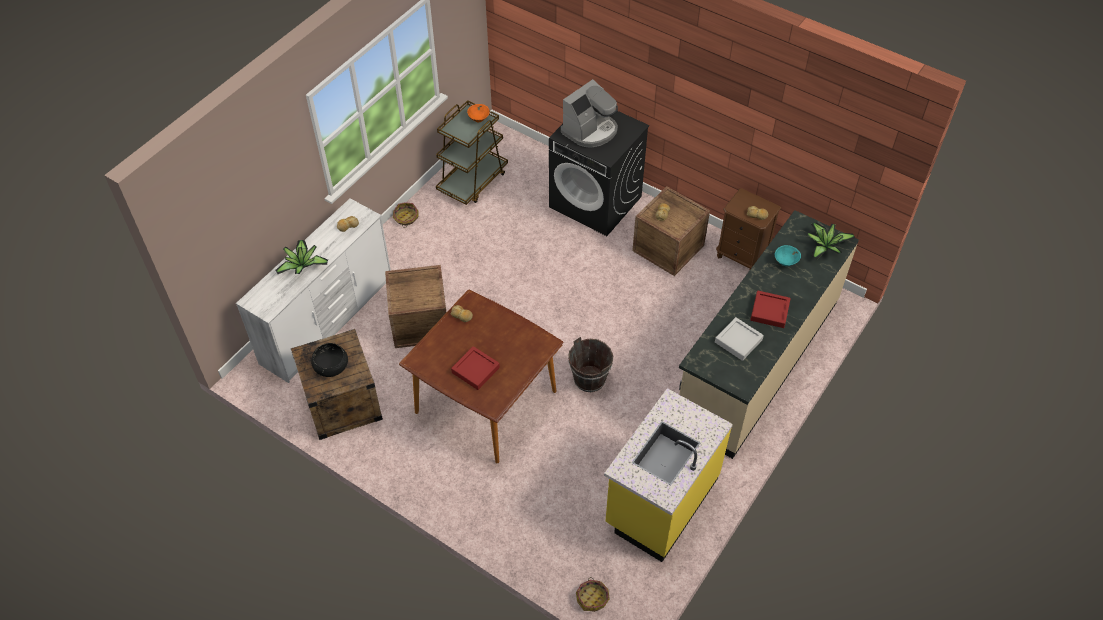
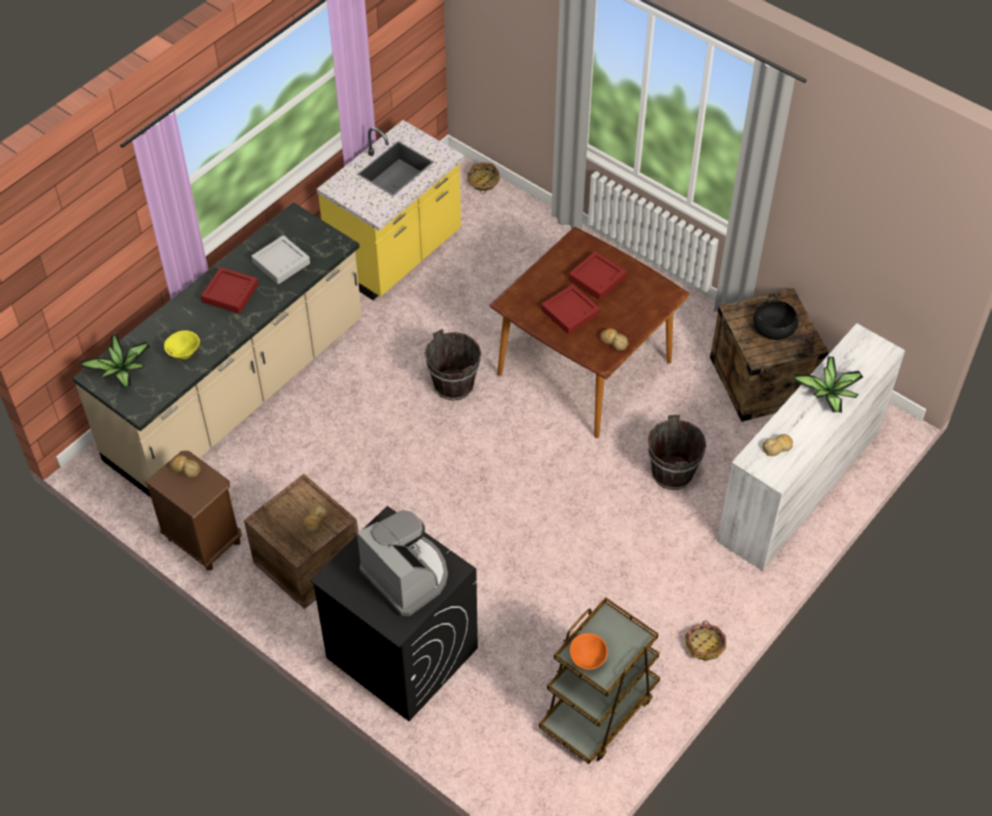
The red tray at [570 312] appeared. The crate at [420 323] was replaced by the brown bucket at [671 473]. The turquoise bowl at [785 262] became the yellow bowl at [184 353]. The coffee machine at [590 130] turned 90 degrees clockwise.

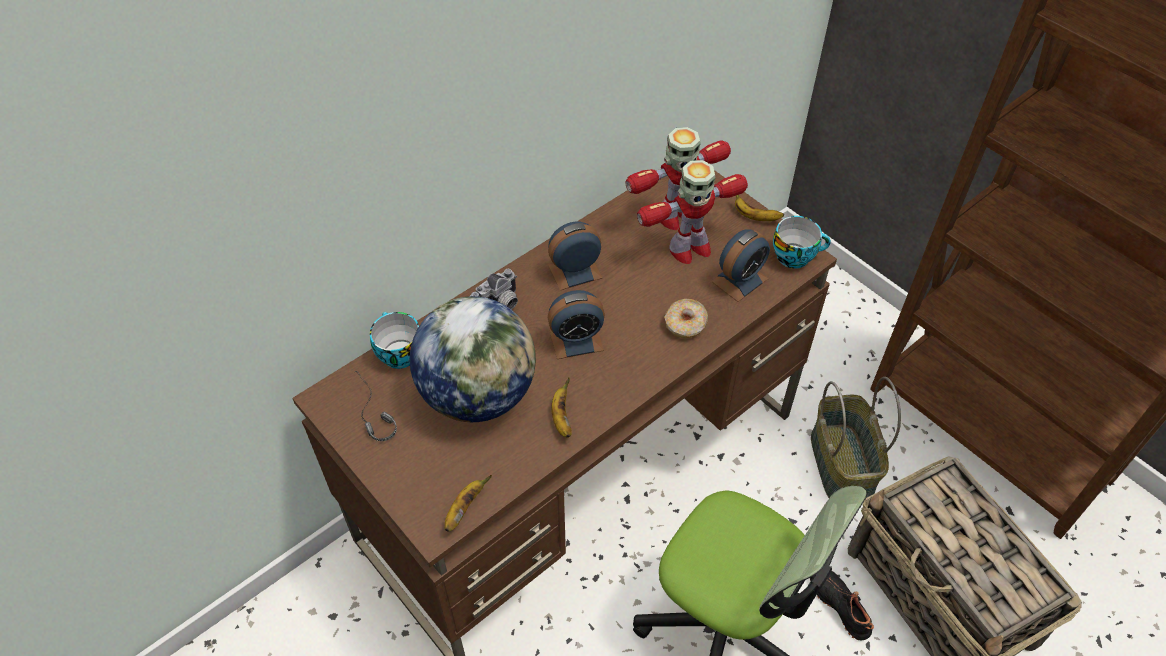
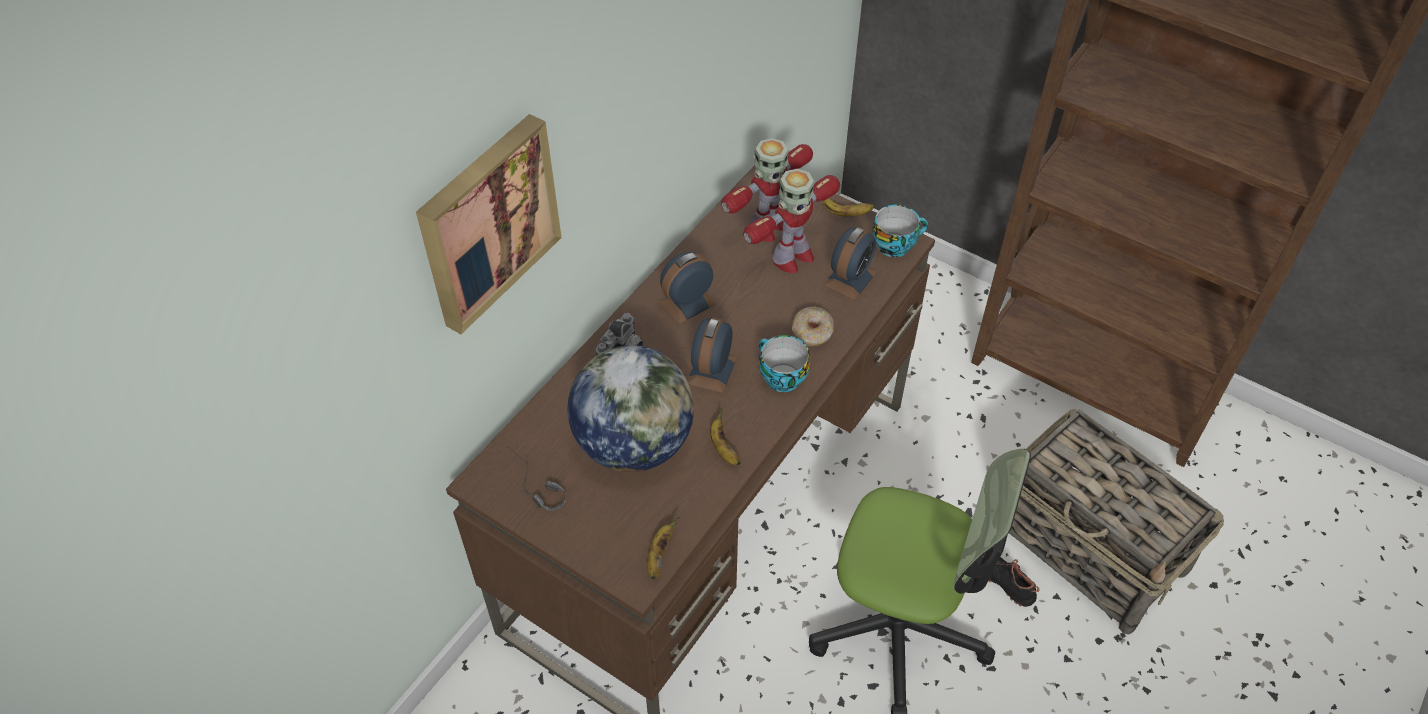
The basket at [843 465] disappeared. The picture at [486 221] appeared. The cup moved from [397 353] to [780 377]. The alarm clock at [576 340] turned 135 degrees clockwise.

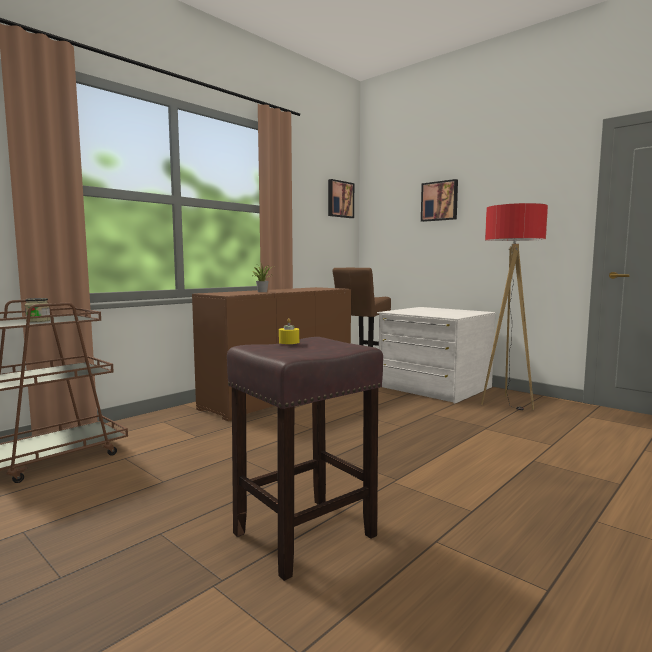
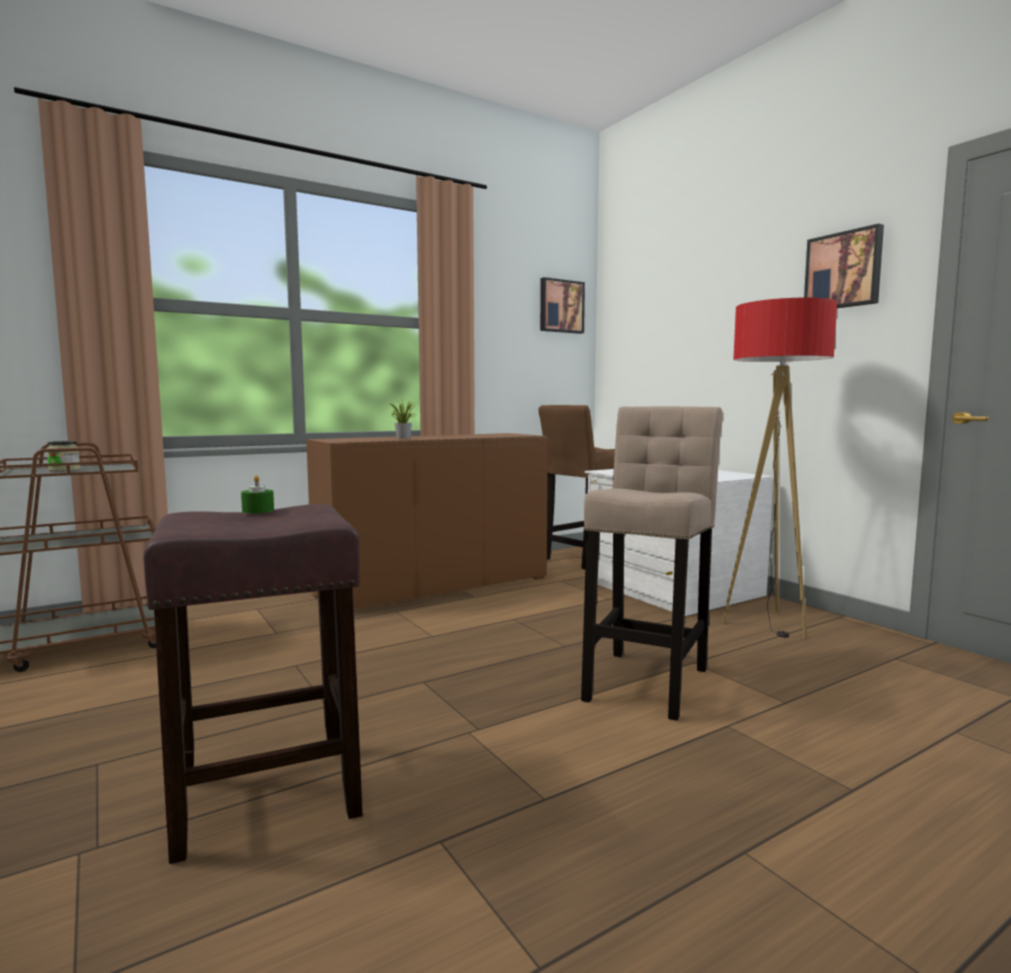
The beige stool at [648 680] appeared. The picture moved from [440 201] to [844 270]. The yellow candle at [289 342] became the green candle at [258 510].

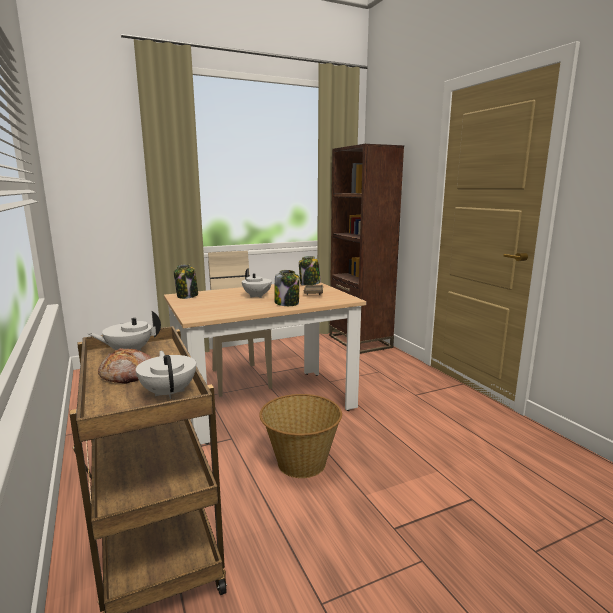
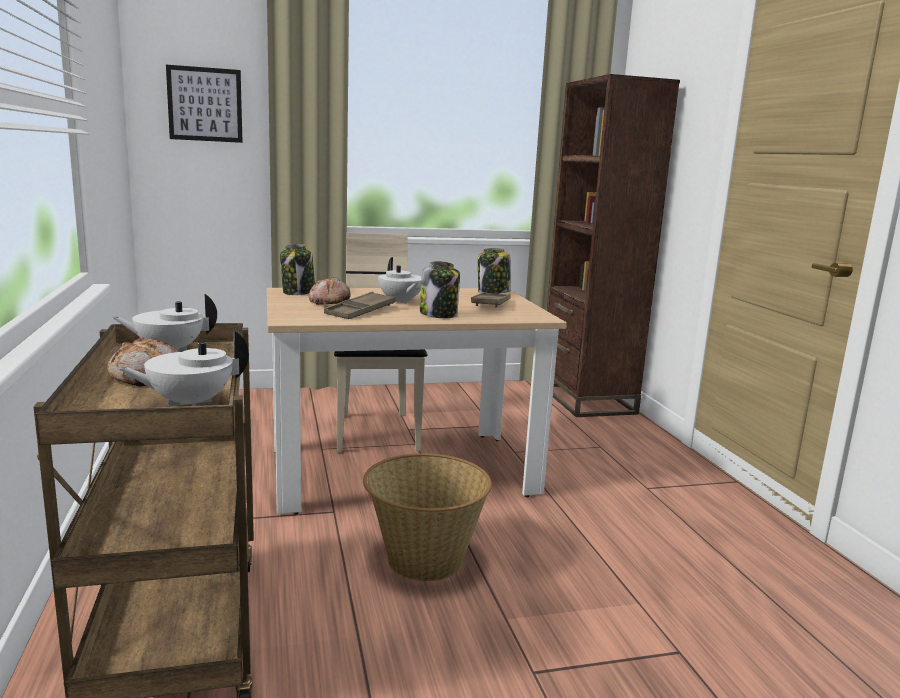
The picture at [205 104] appeared. The bread at [328 302] appeared. The brown tray at [360 311] appeared. The white teapot at [169 392] turned 105 degrees counterclockwise.

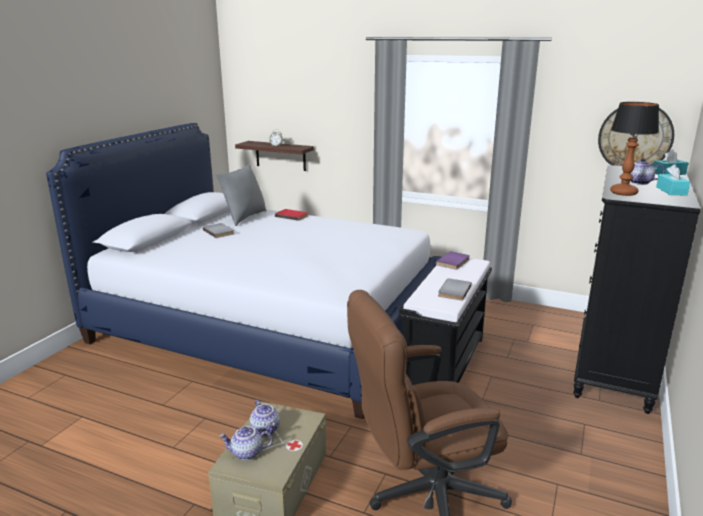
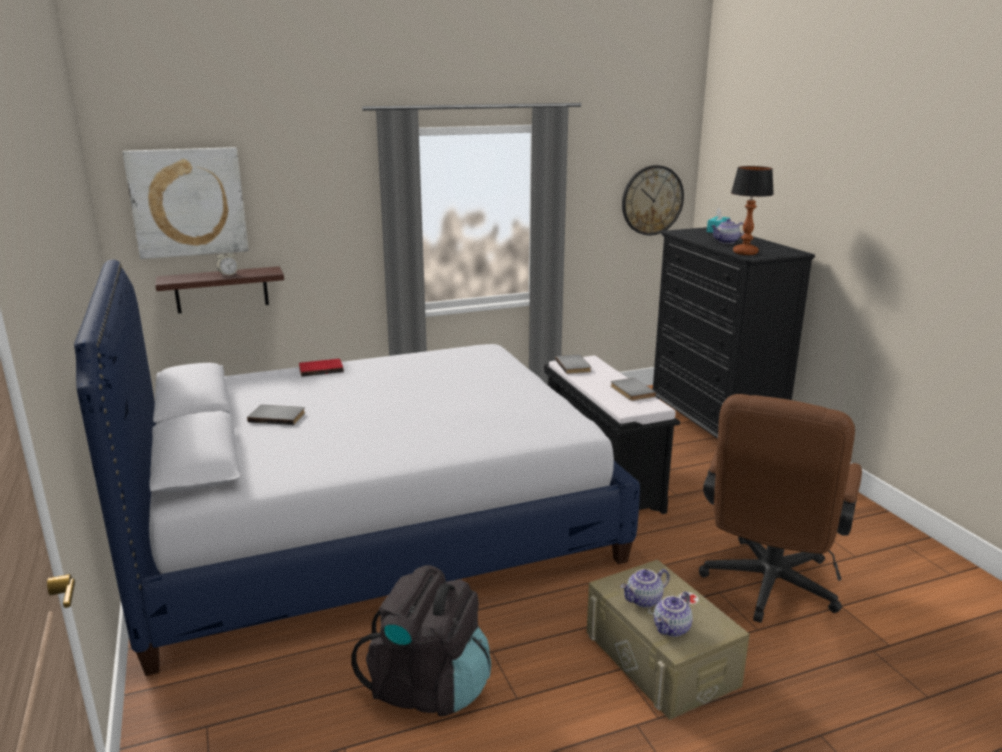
The grey pillow at [244 217] disappeared. The turquoise tissue box at [671 191] disappeared. The picture at [188 202] appeared. The black backpack at [428 687] appeared. The purple book at [454 262] became the grey book at [574 366]. The teapot at [266 429] turned 135 degrees clockwise.

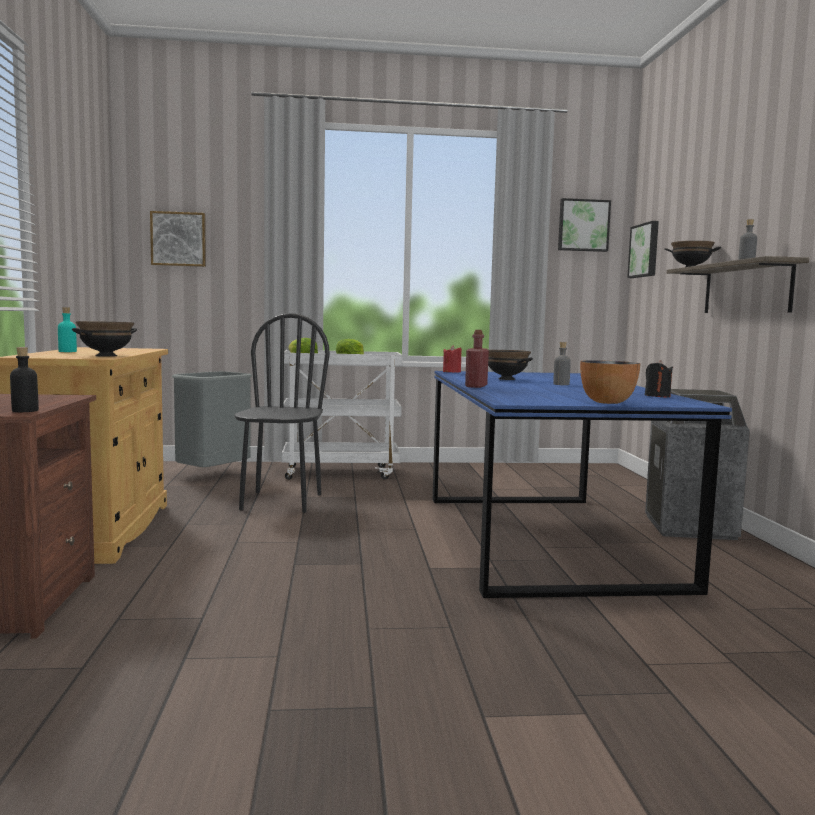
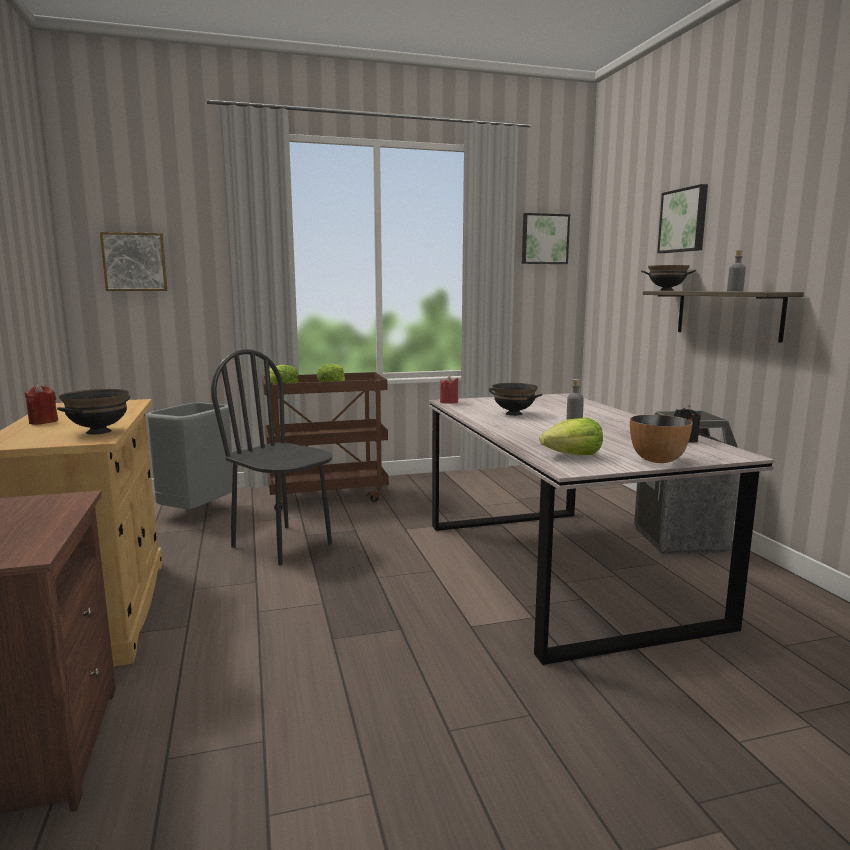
The black bottle at [25 410] disappeared. The red bottle at [476 386] disappeared. The lettuce at [573 455] appeared. The picture moved from [645 250] to [684 220]. The turquoise bottle at [67 351] was replaced by the red candle at [43 422]. The white cart at [341 472] became the brown cart at [328 496]. The blue dining table at [541 538] became the grey dining table at [556 569]. The black chair at [281 502] turned 45 degrees counterclockwise.

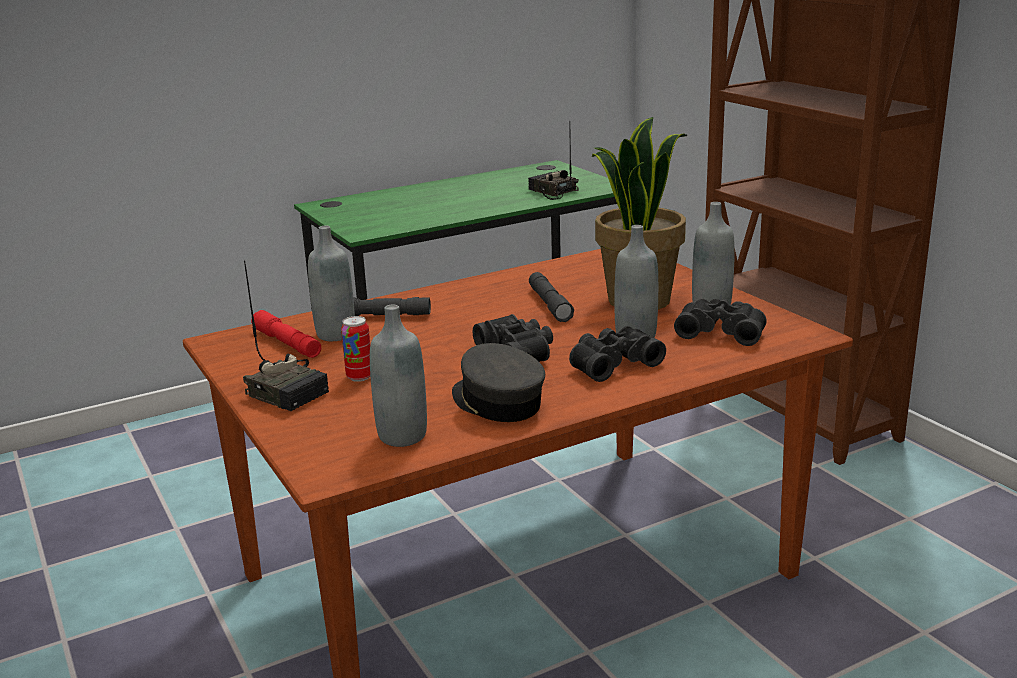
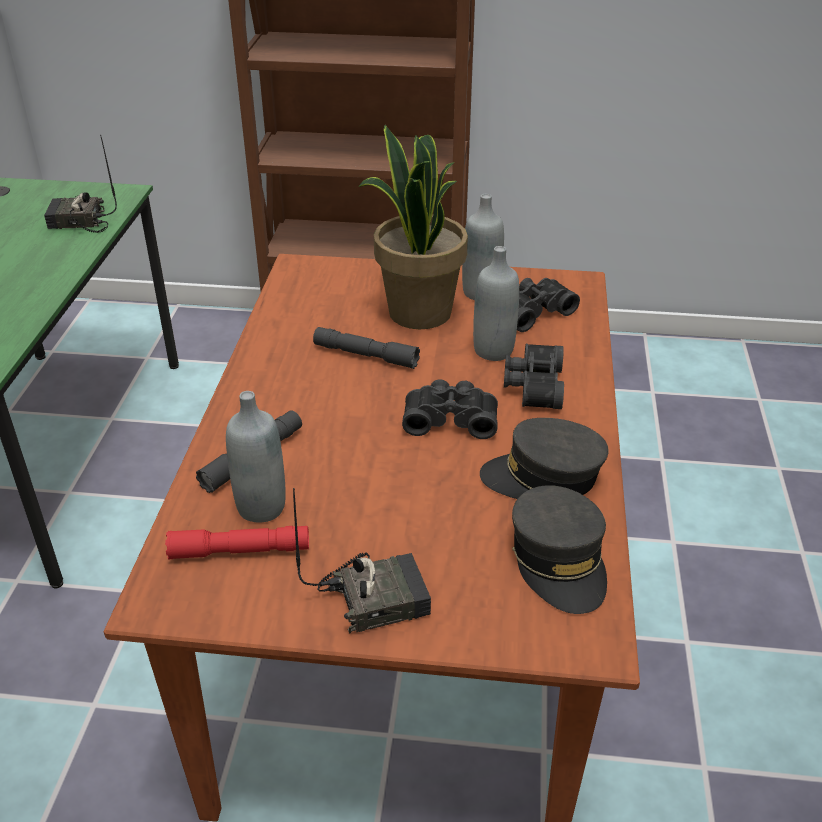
The can at [359 377] disappeared. The grey bottle at [402 436] was replaced by the grey cap at [559 561].

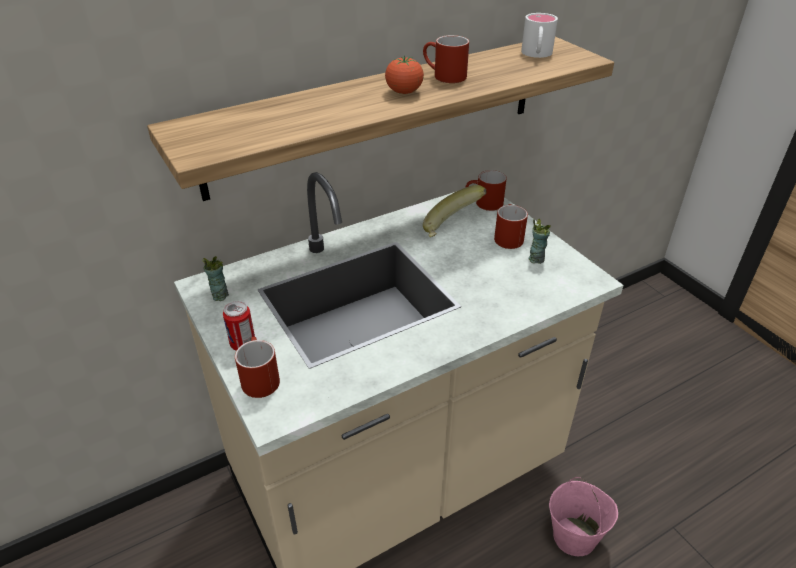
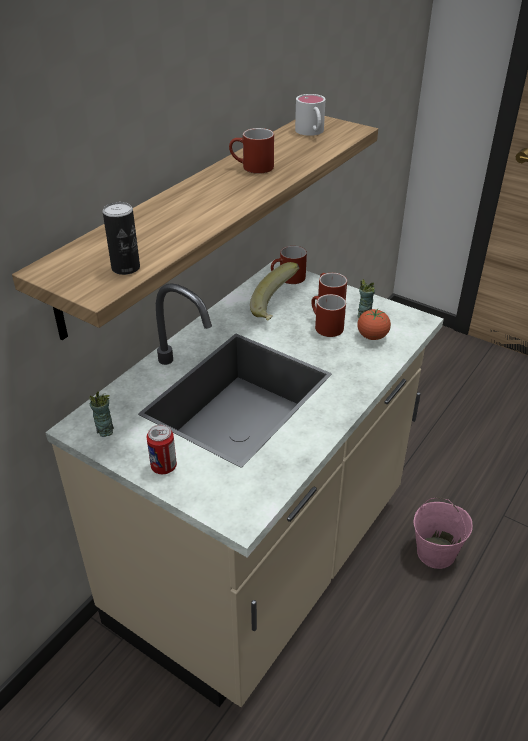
The can at [125 268] appeared. The red mug moved from [258 378] to [324 326]. The tomato moved from [404 92] to [372 336].

